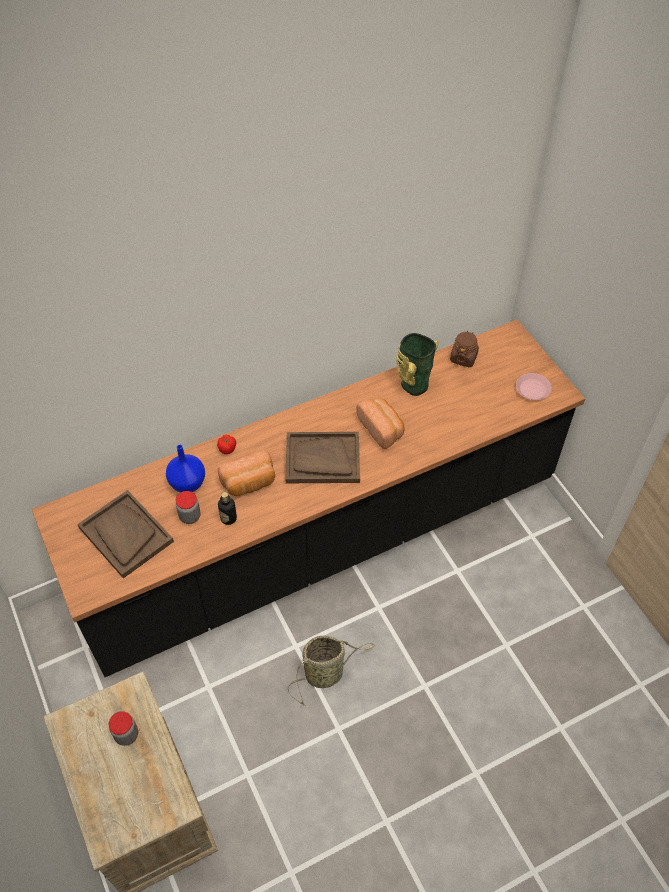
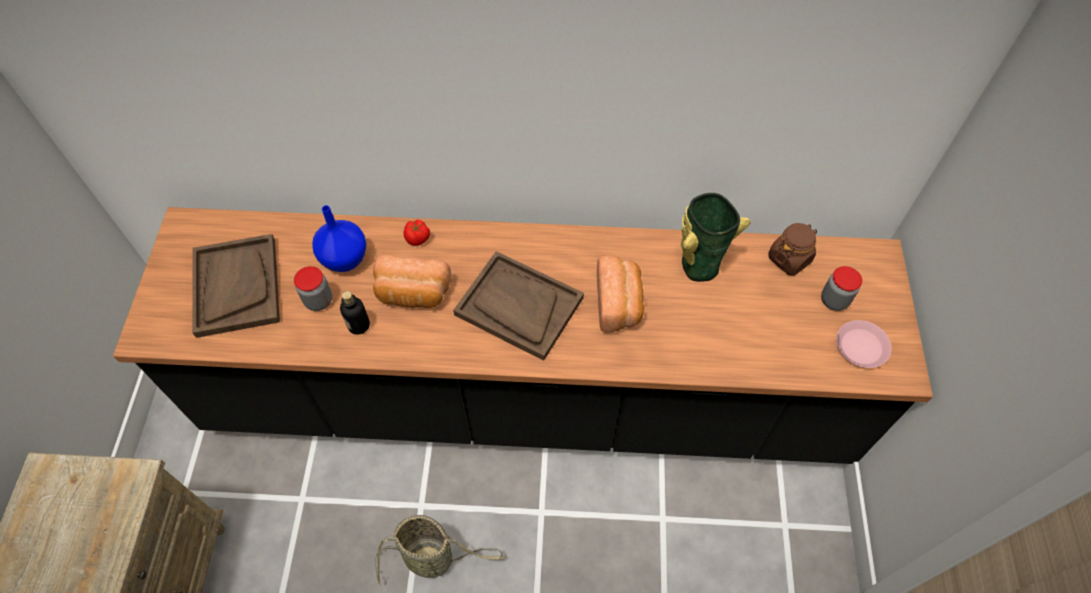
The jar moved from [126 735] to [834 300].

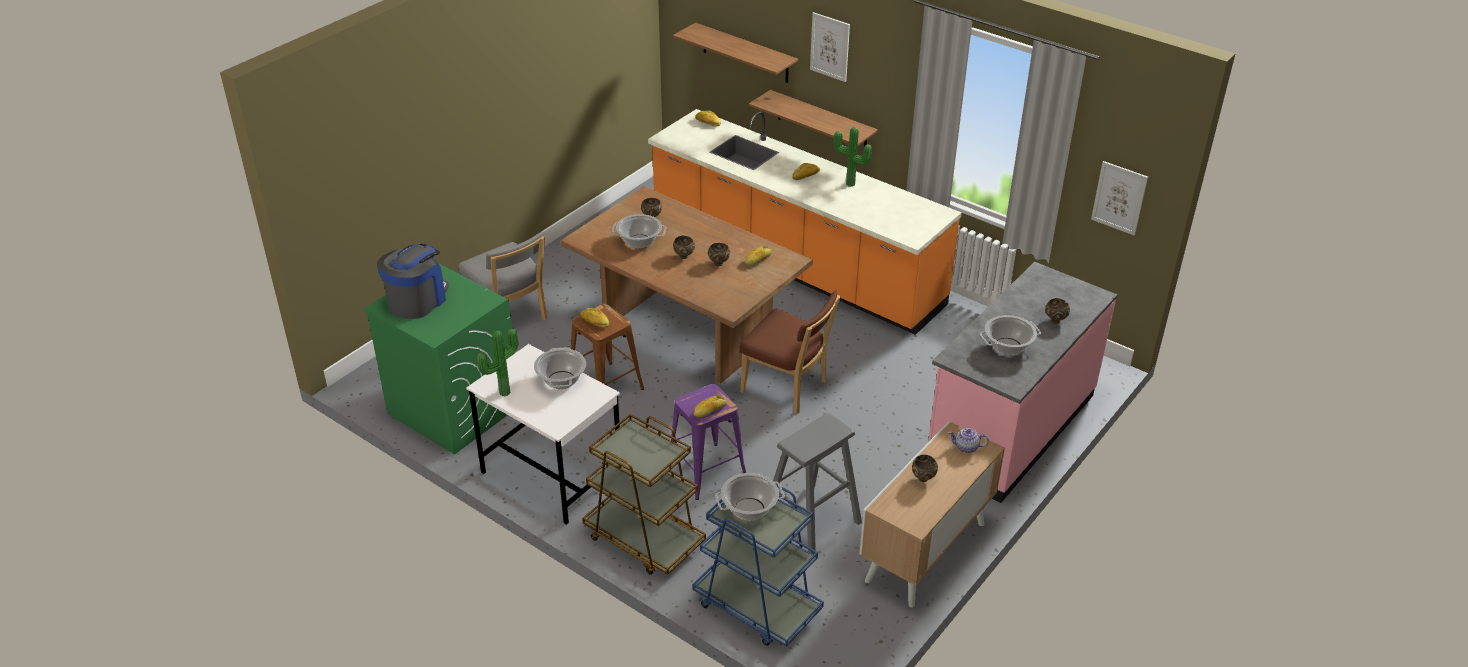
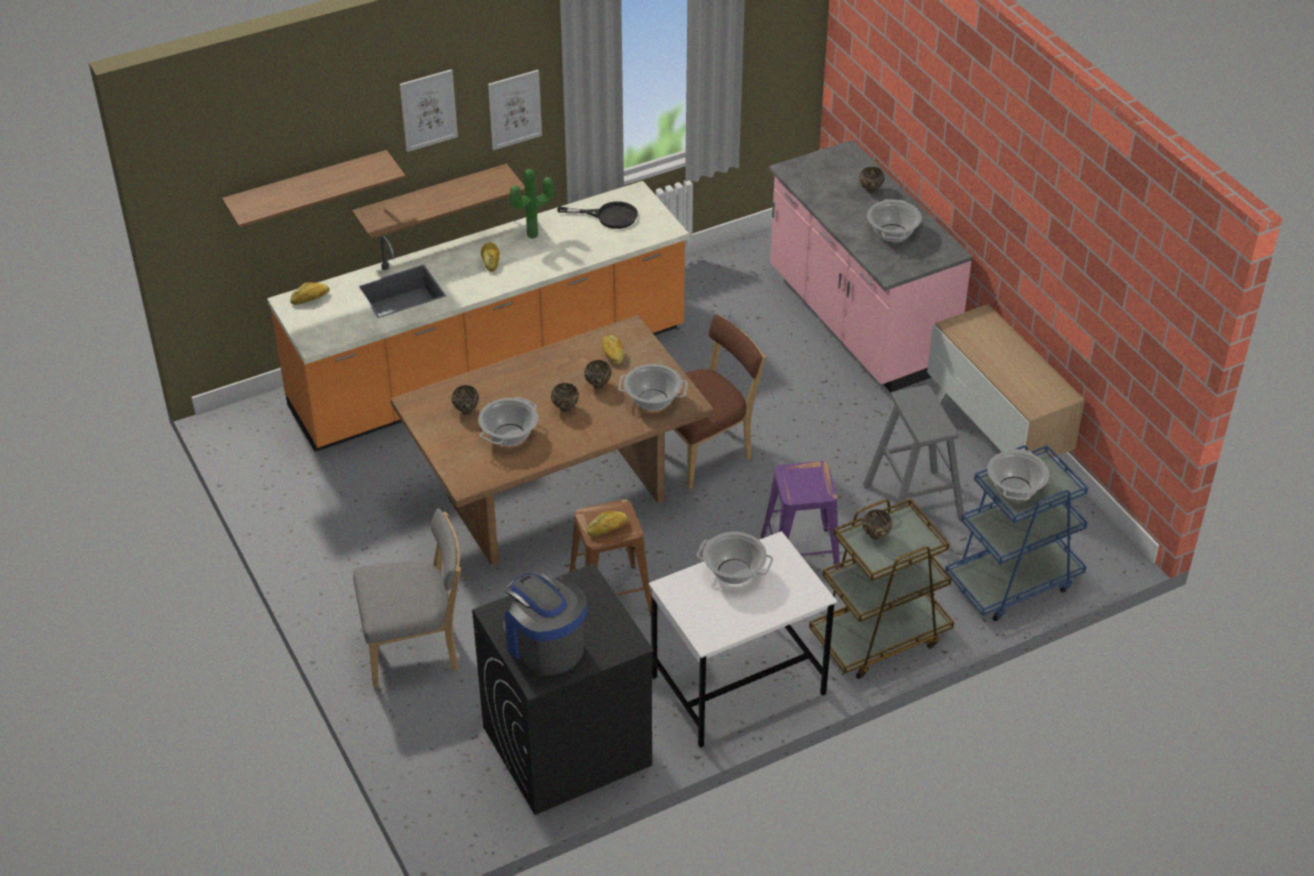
The potted plant at [503 392] disappeared. The bread at [710 411] disappeared. The teapot at [966 447] disappeared. The black frying pan at [609 216] appeared. The cooking pot at [653 400] appeared. The brown bowl moved from [923 479] to [876 536]. The picture moved from [1119 198] to [515 109]. The green washing machine at [453 409] became the black washing machine at [566 747].

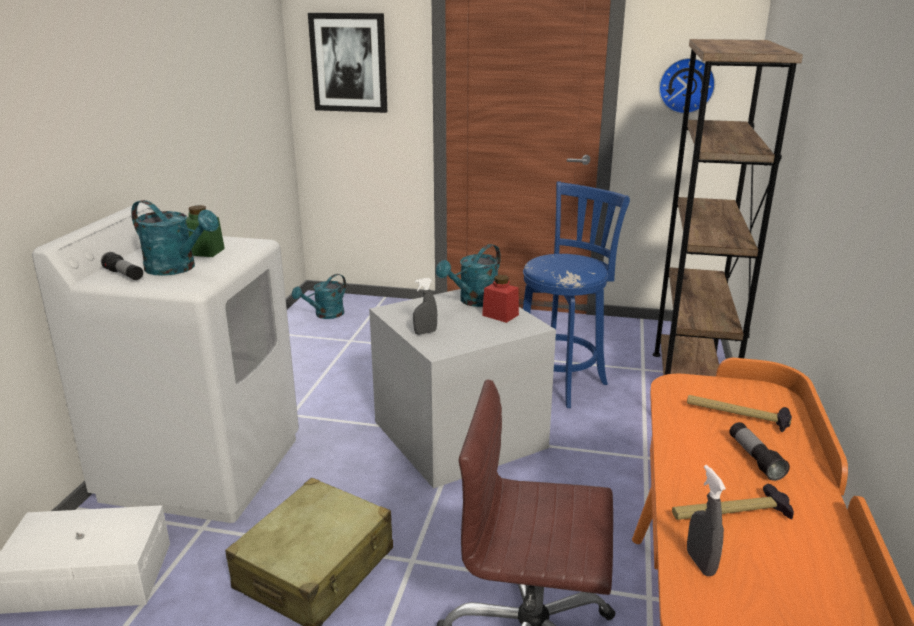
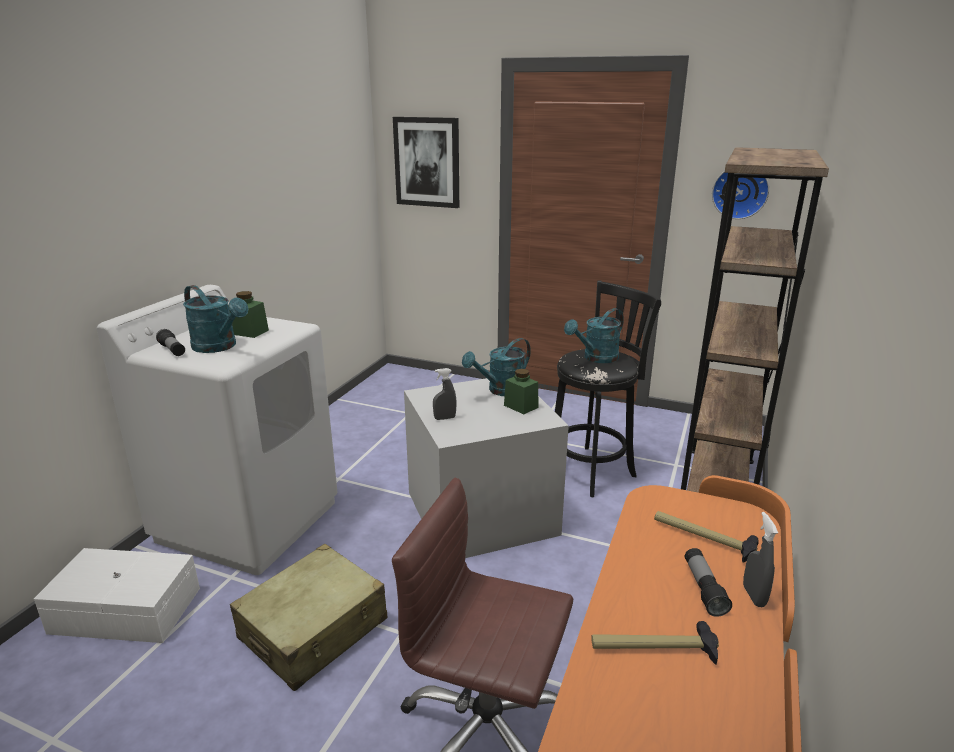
The turquoise watering can moved from [325 315] to [596 358]. The grey spray bottle moved from [700 563] to [753 596]. The red jar at [500 315] became the green jar at [521 406]. The blue stool at [561 381] became the black stool at [592 469].

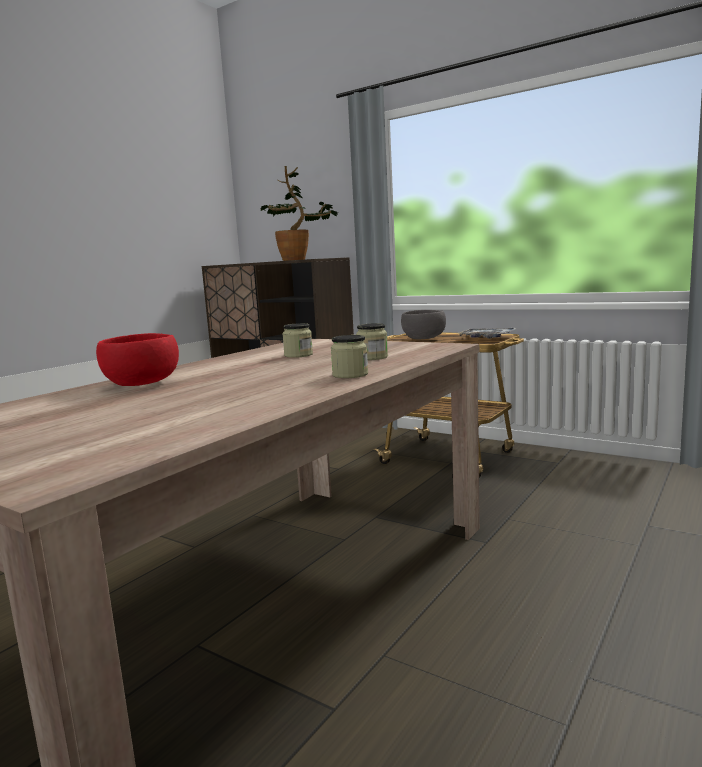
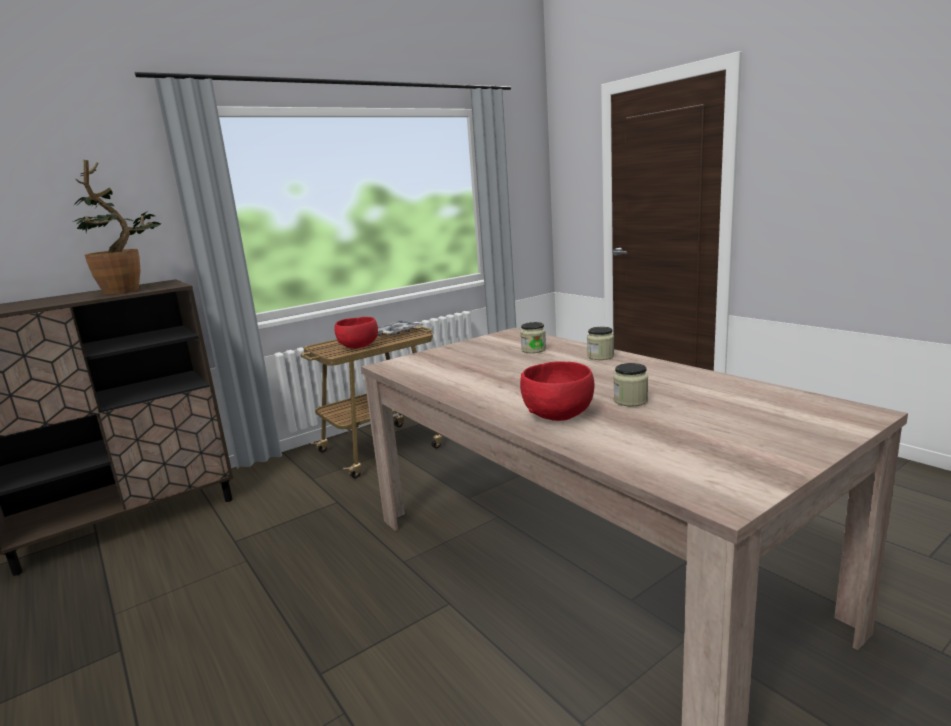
The jar moved from [298 355] to [630 401]. The grey bowl at [424 338] became the red bowl at [359 346].

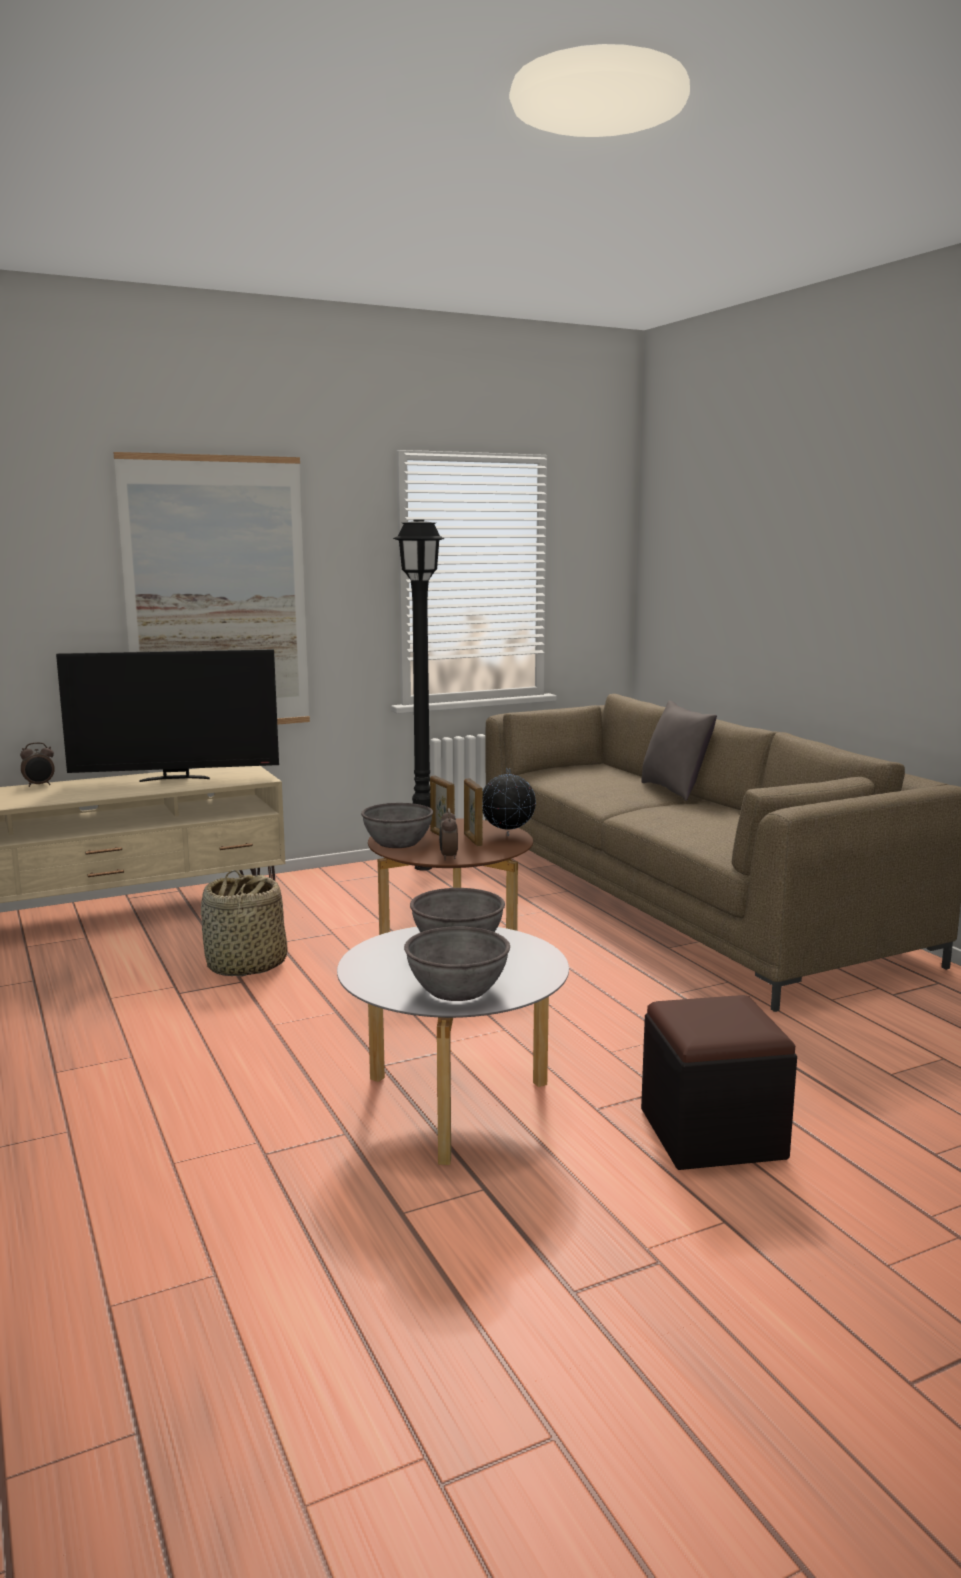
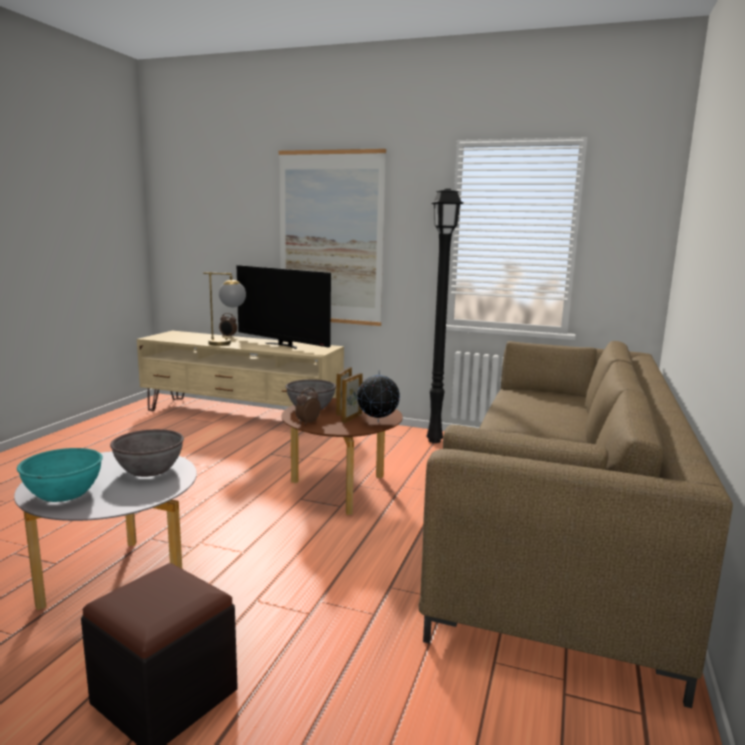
The basket at [246 965] disappeared. The grey pillow at [675 790] disappeared. The table lamp at [228 343] appeared. The grey bowl at [457 990] became the turquoise bowl at [64 493].

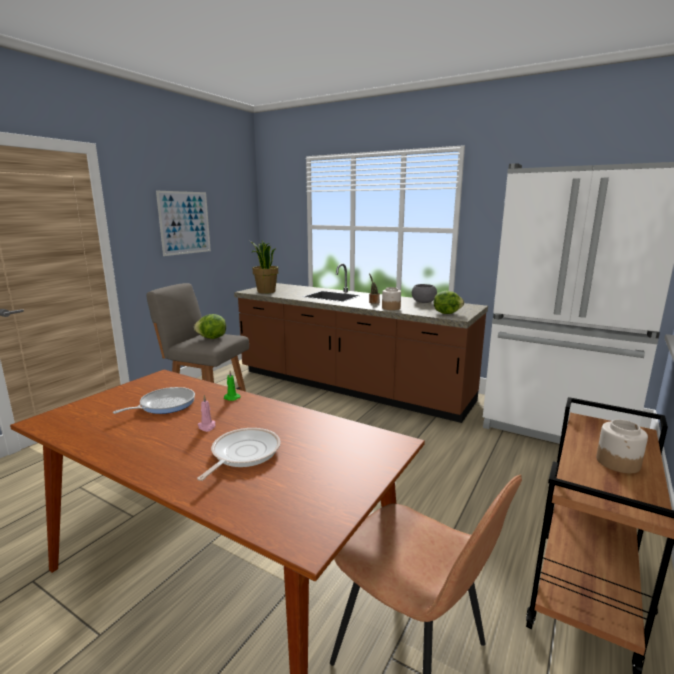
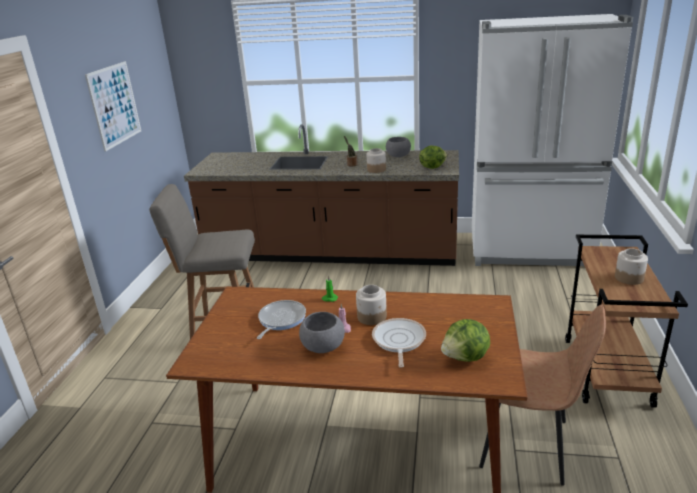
The potted plant at [266 291] disappeared. The grey bowl at [323 346] appeared. The jar at [372 317] appeared. The lettuce moved from [212 338] to [466 357].

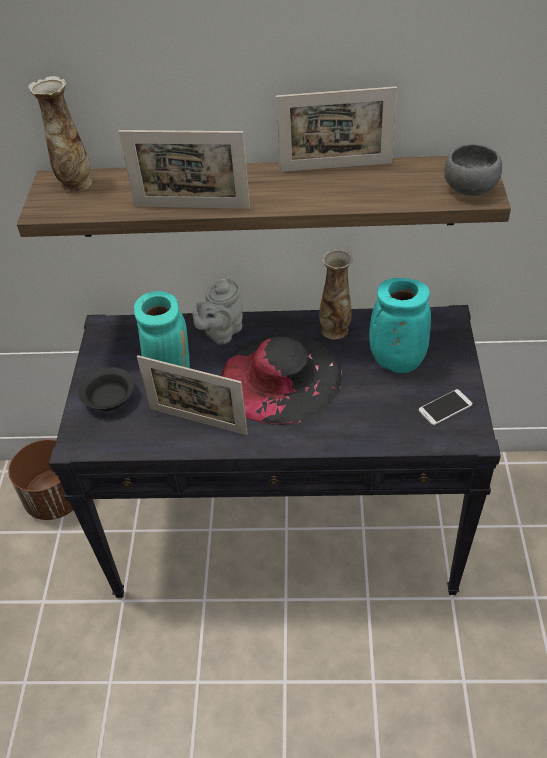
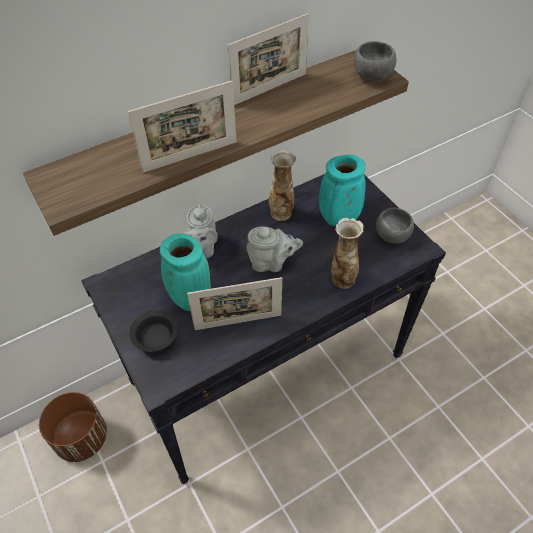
The vase moved from [75 183] to [342 279]. The black hat at [281 377] was replaced by the grey teapot at [271 263]. The phone at [445 407] was replaced by the grey bowl at [391 236].

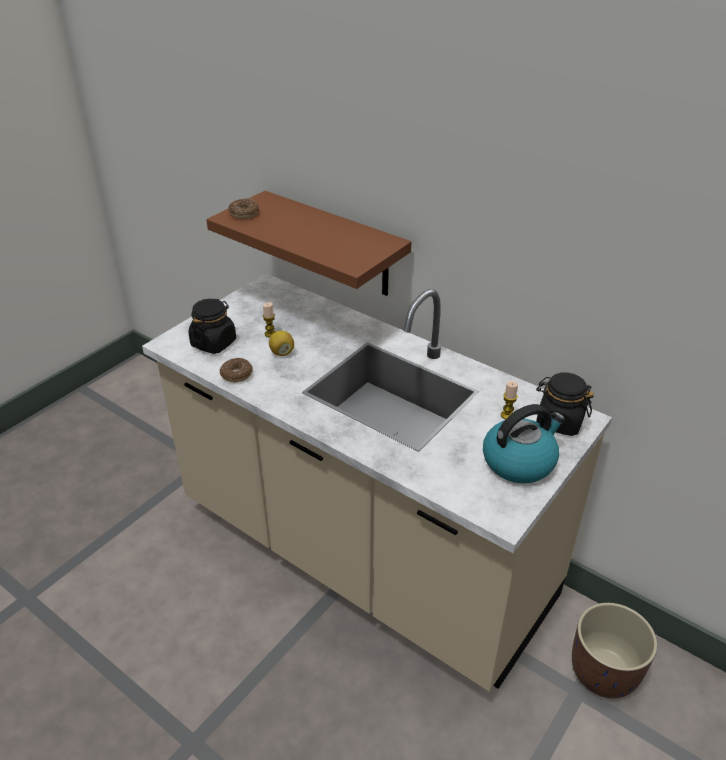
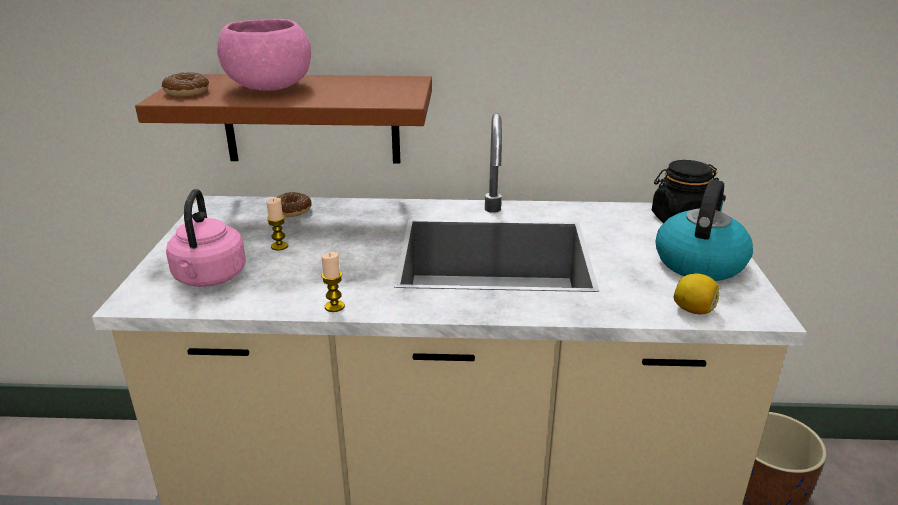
The pink bowl at [268 87] appeared. The donut moved from [236 374] to [292 211]. The lemon moved from [282 352] to [693 310]. The candle moved from [507 415] to [334 306]. The black jar at [214 343] was replaced by the pink kettle at [209 278].

